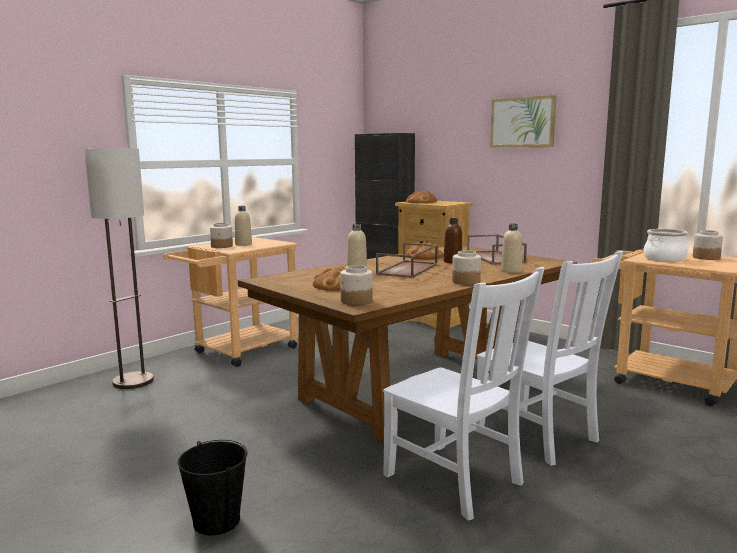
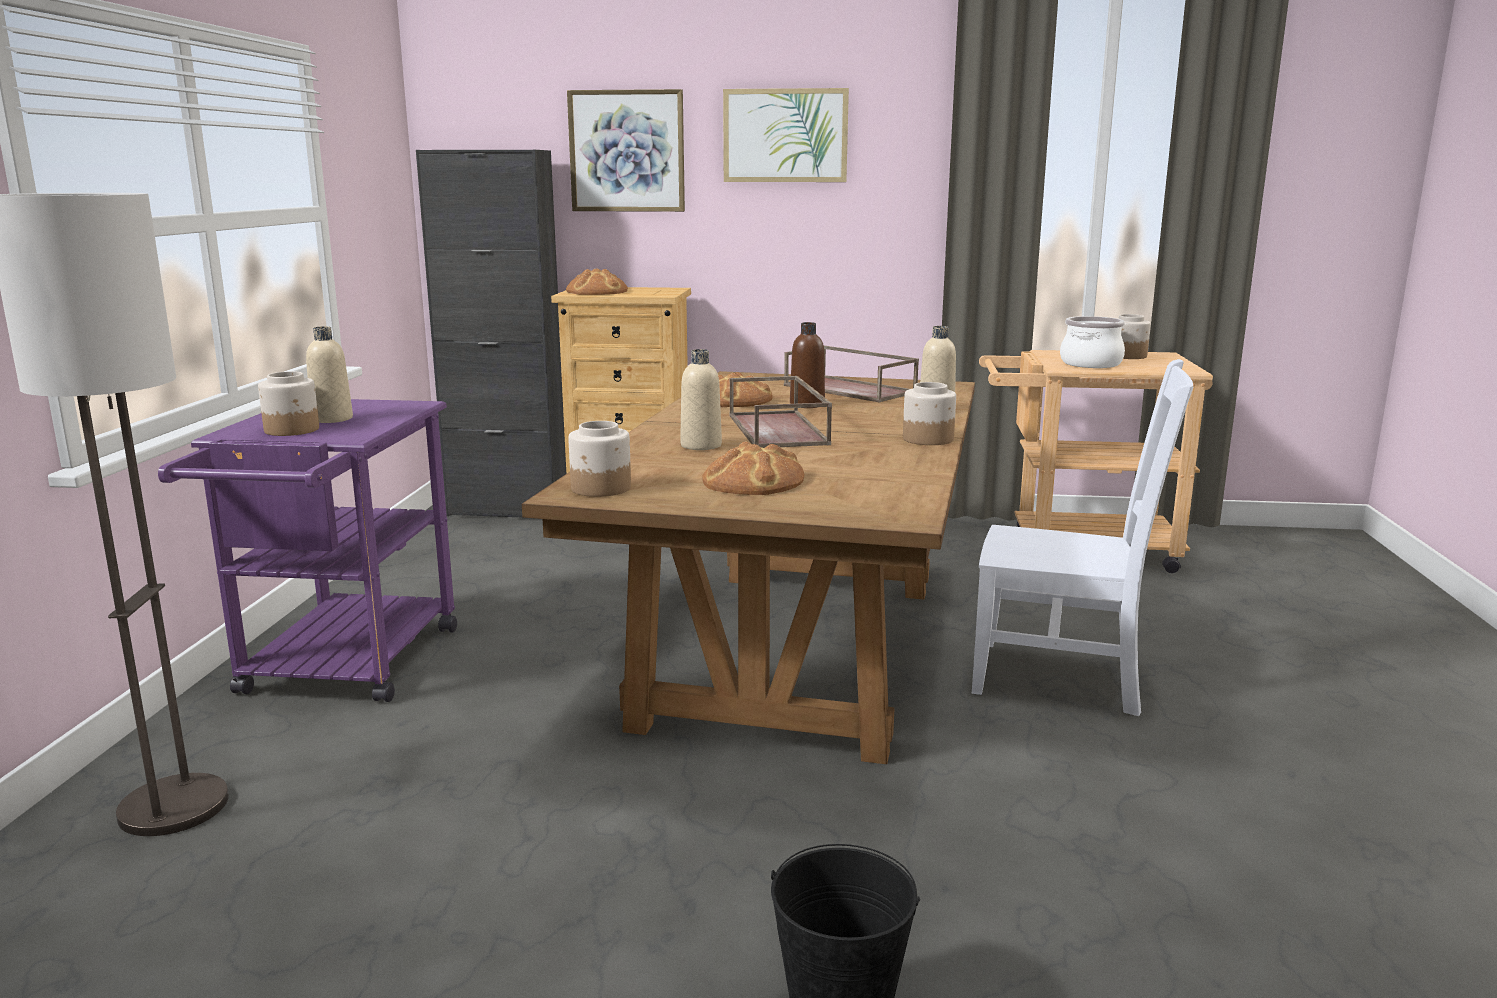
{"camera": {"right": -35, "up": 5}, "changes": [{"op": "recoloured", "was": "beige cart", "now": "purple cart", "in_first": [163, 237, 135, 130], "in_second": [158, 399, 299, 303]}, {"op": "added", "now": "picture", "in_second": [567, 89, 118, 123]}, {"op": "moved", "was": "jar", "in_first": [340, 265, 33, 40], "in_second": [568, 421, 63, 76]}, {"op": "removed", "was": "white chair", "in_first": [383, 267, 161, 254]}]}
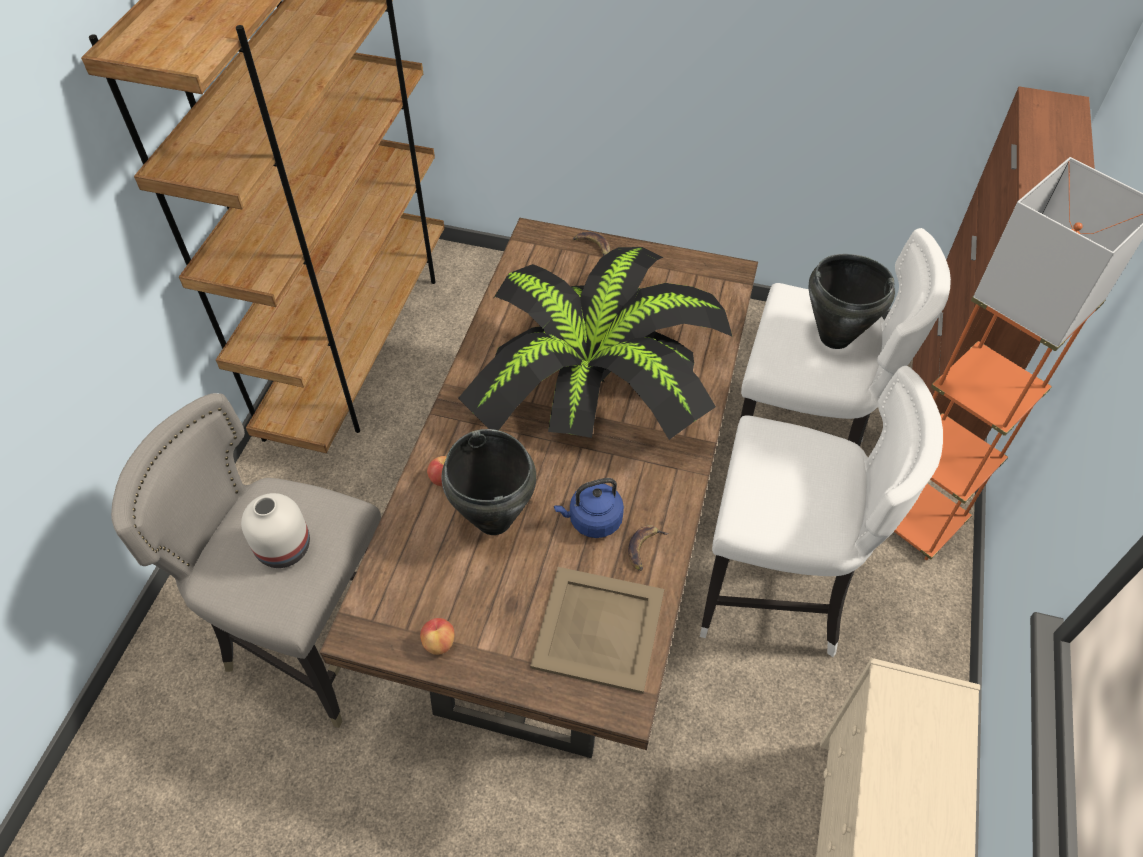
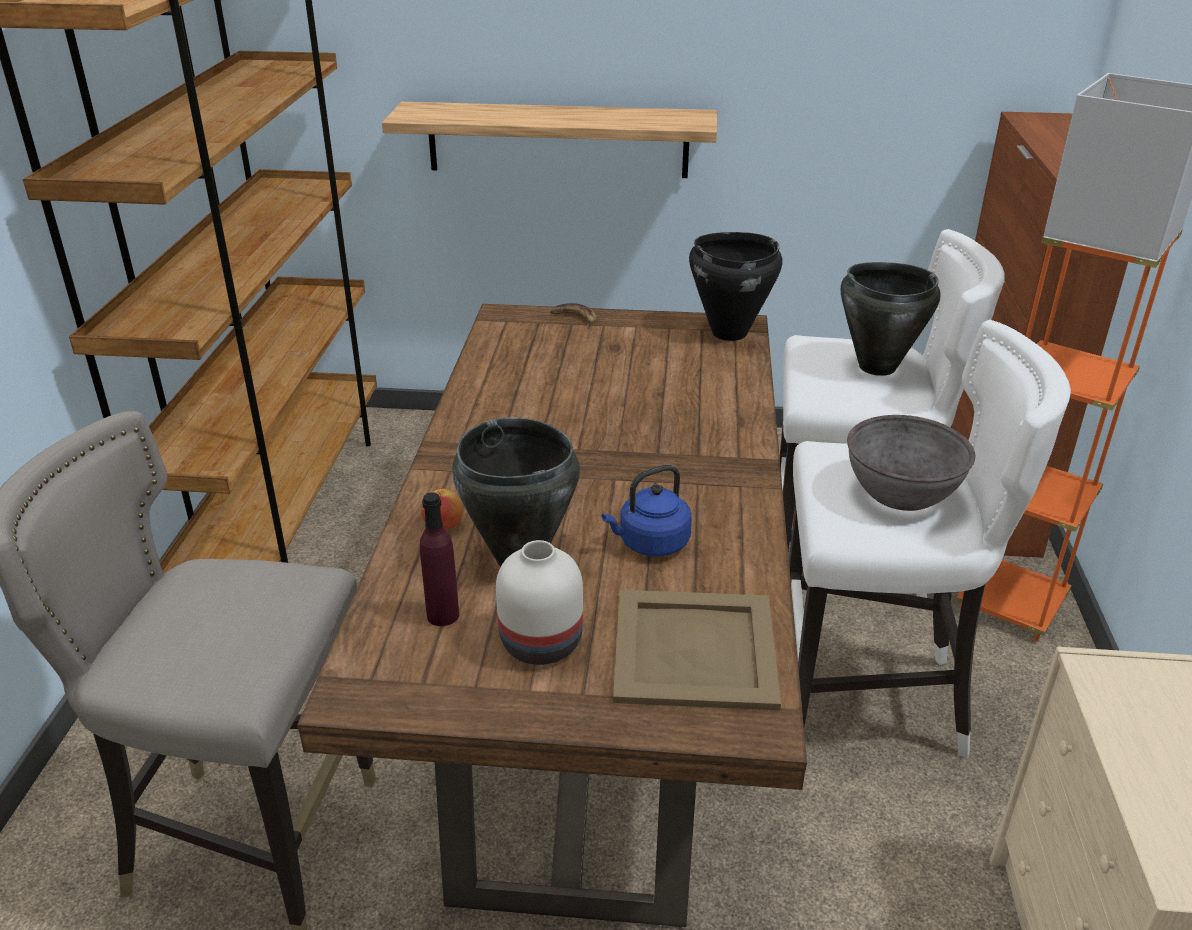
{"camera": {"right": -10, "up": -20}, "changes": [{"op": "added", "now": "shelf", "in_second": [382, 102, 335, 76]}, {"op": "added", "now": "purple bottle", "in_second": [420, 493, 39, 133]}, {"op": "moved", "was": "white vase", "in_first": [241, 493, 69, 75], "in_second": [496, 540, 87, 125]}, {"op": "added", "now": "black cooking pot", "in_second": [689, 232, 93, 109]}, {"op": "added", "now": "grey bowl", "in_second": [847, 415, 128, 96]}, {"op": "removed", "was": "apple", "in_first": [420, 618, 34, 37]}, {"op": "removed", "was": "potted plant", "in_first": [458, 247, 275, 193]}, {"op": "removed", "was": "banana", "in_first": [628, 525, 41, 46]}]}
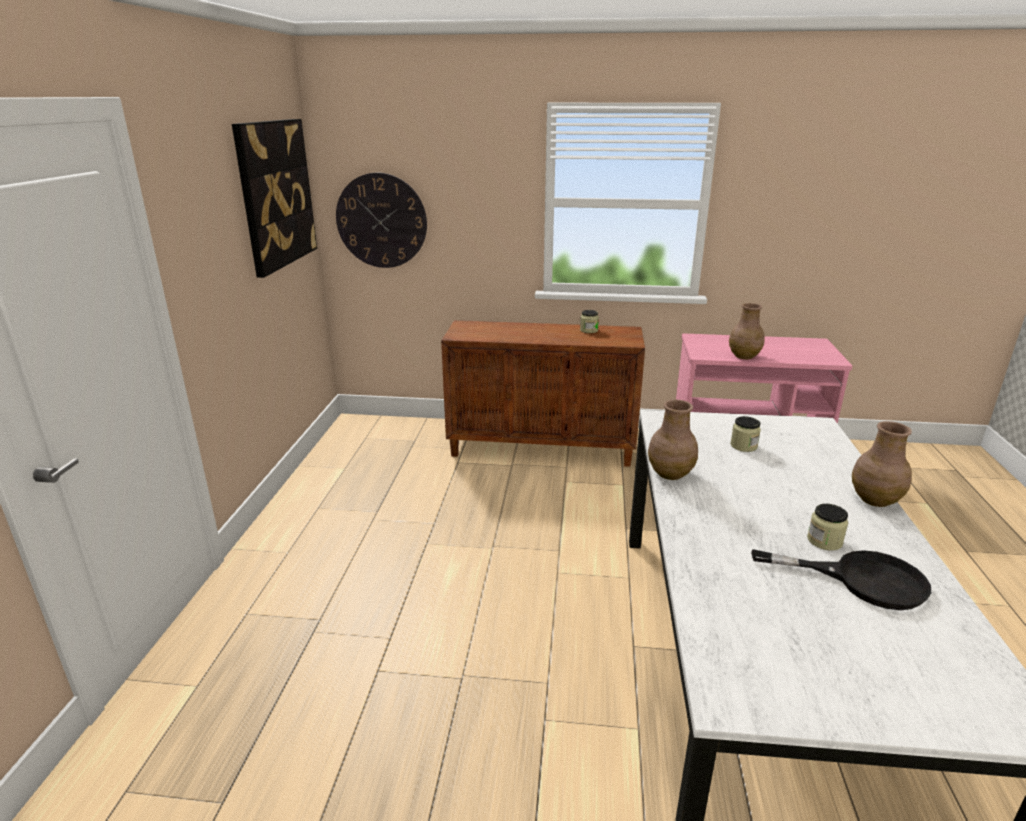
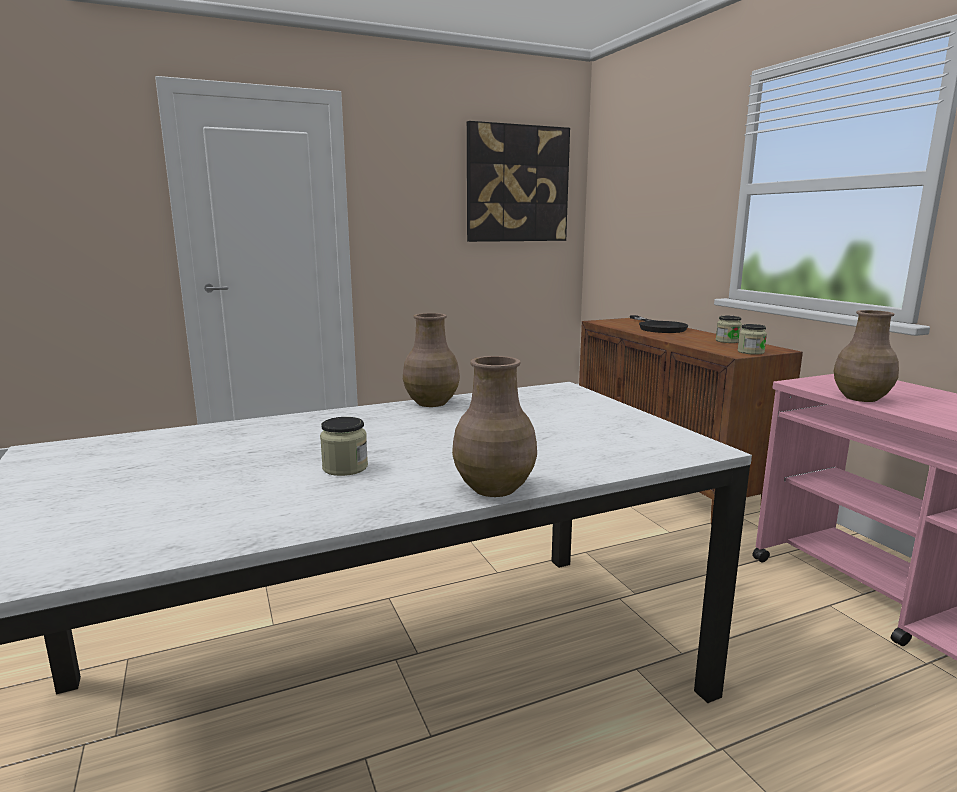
{"camera": {"right": 60, "up": -10}, "changes": [{"op": "moved", "was": "black frying pan", "in_first": [751, 549, 180, 61], "in_second": [630, 315, 58, 18]}, {"op": "moved", "was": "jar", "in_first": [730, 416, 31, 36], "in_second": [738, 324, 29, 31]}, {"op": "removed", "was": "wall clock", "in_first": [336, 173, 91, 95]}]}
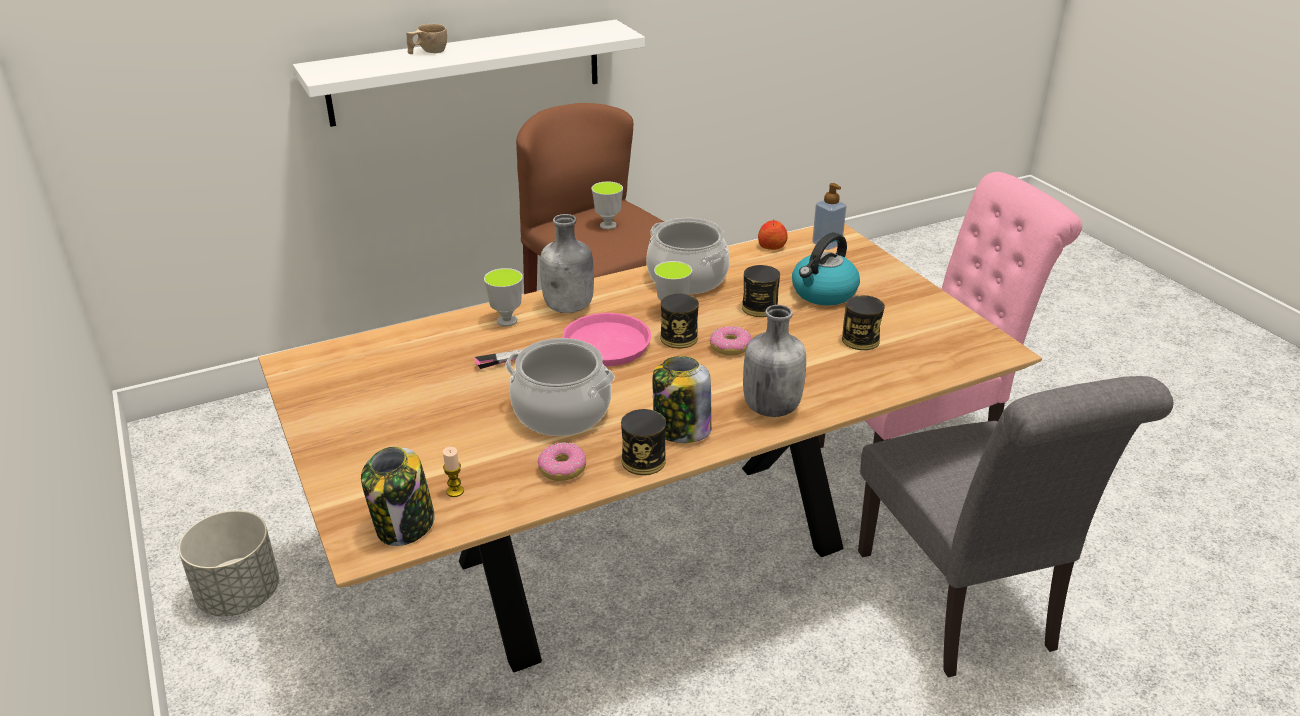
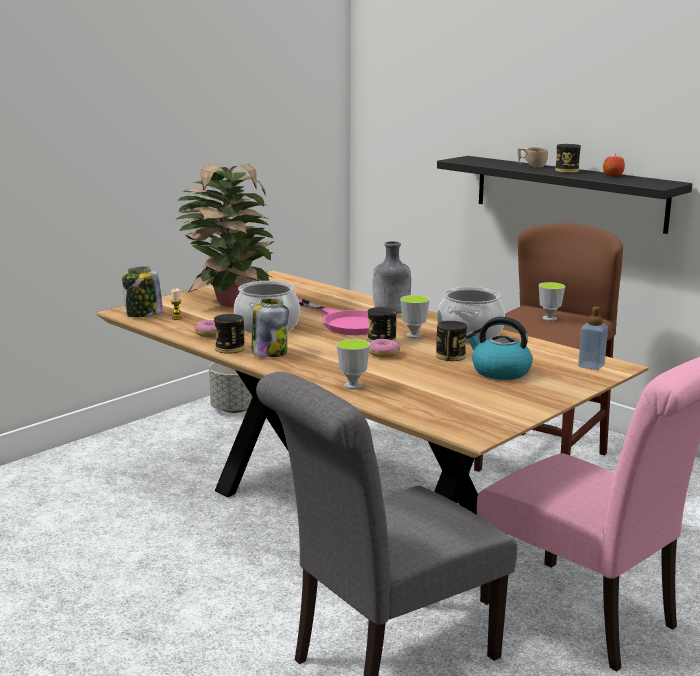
{"camera": {"right": 70, "up": -15}, "changes": [{"op": "added", "now": "potted plant", "in_second": [176, 164, 98, 143]}, {"op": "moved", "was": "cup", "in_first": [484, 268, 39, 58], "in_second": [336, 339, 34, 50]}, {"op": "recoloured", "was": "white shelf", "now": "black shelf", "in_first": [293, 20, 352, 107], "in_second": [437, 156, 255, 78]}, {"op": "moved", "was": "can", "in_first": [842, 295, 43, 55], "in_second": [555, 144, 26, 29]}, {"op": "moved", "was": "apple", "in_first": [758, 220, 30, 30], "in_second": [603, 153, 22, 23]}, {"op": "removed", "was": "grey bottle", "in_first": [743, 305, 63, 112]}]}
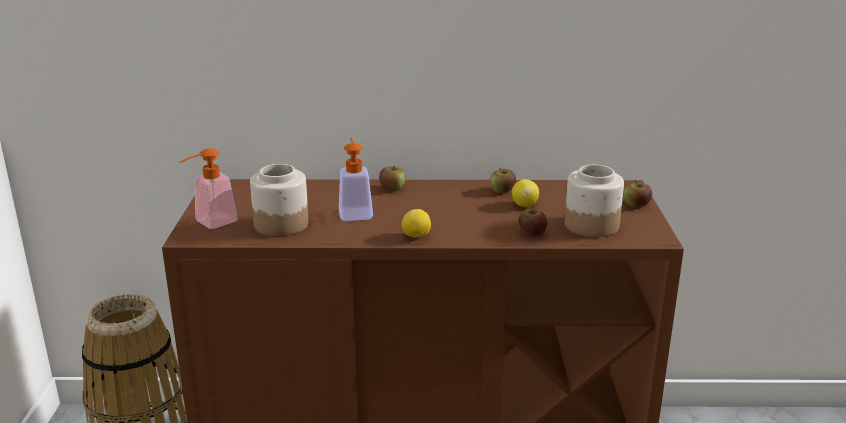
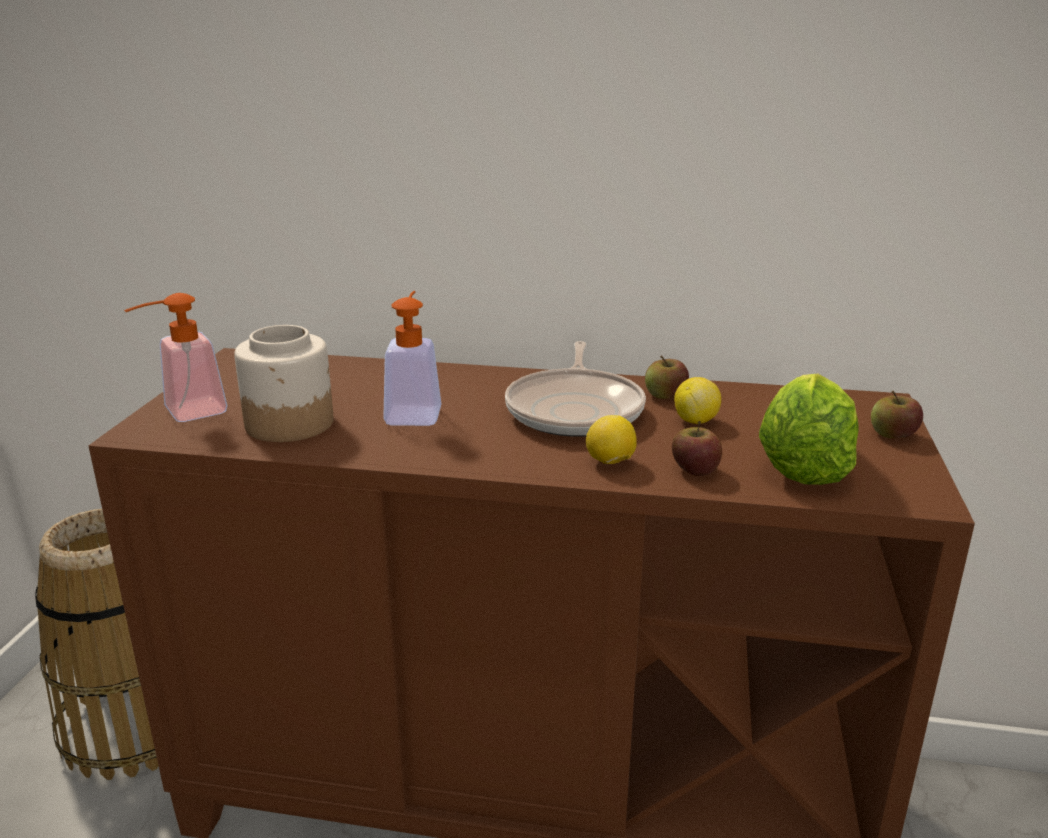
{"camera": {"right": 10, "up": 0}, "changes": [{"op": "added", "now": "frying pan", "in_second": [505, 341, 141, 96]}, {"op": "moved", "was": "lemon", "in_first": [401, 209, 30, 29], "in_second": [586, 415, 51, 49]}, {"op": "replaced", "was": "jar", "now": "lettuce", "in_first": [565, 165, 59, 72], "in_second": [759, 374, 100, 111]}, {"op": "removed", "was": "apple", "in_first": [379, 166, 27, 25]}]}
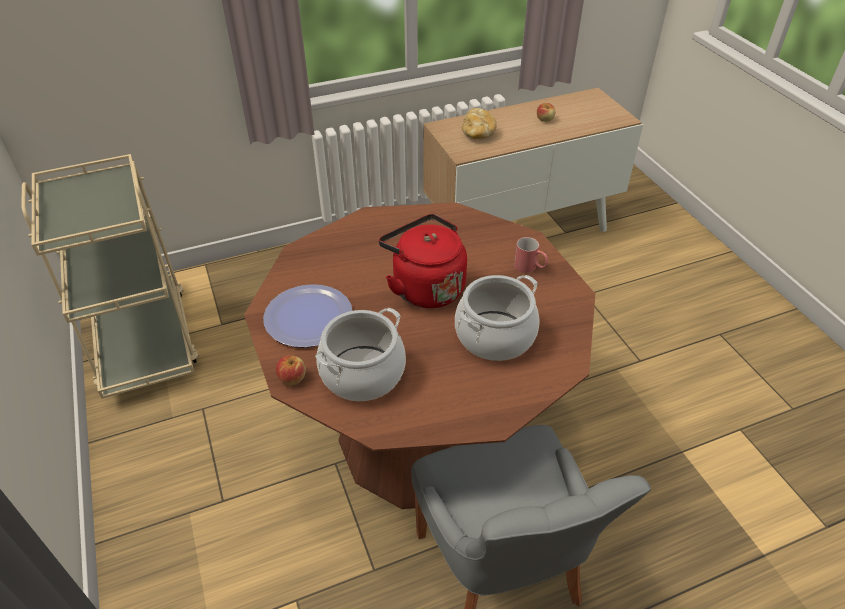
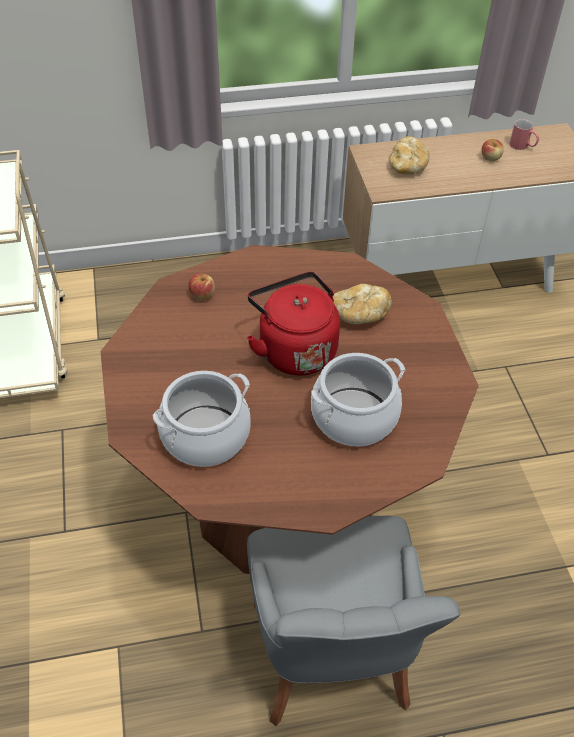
{"camera": {"right": 10, "up": 5}, "changes": [{"op": "moved", "was": "apple", "in_first": [276, 356, 30, 30], "in_second": [188, 273, 27, 27]}, {"op": "added", "now": "bread", "in_second": [333, 284, 59, 40]}, {"op": "moved", "was": "red mug", "in_first": [514, 237, 35, 36], "in_second": [510, 119, 29, 31]}, {"op": "removed", "was": "plate", "in_first": [263, 284, 89, 64]}]}
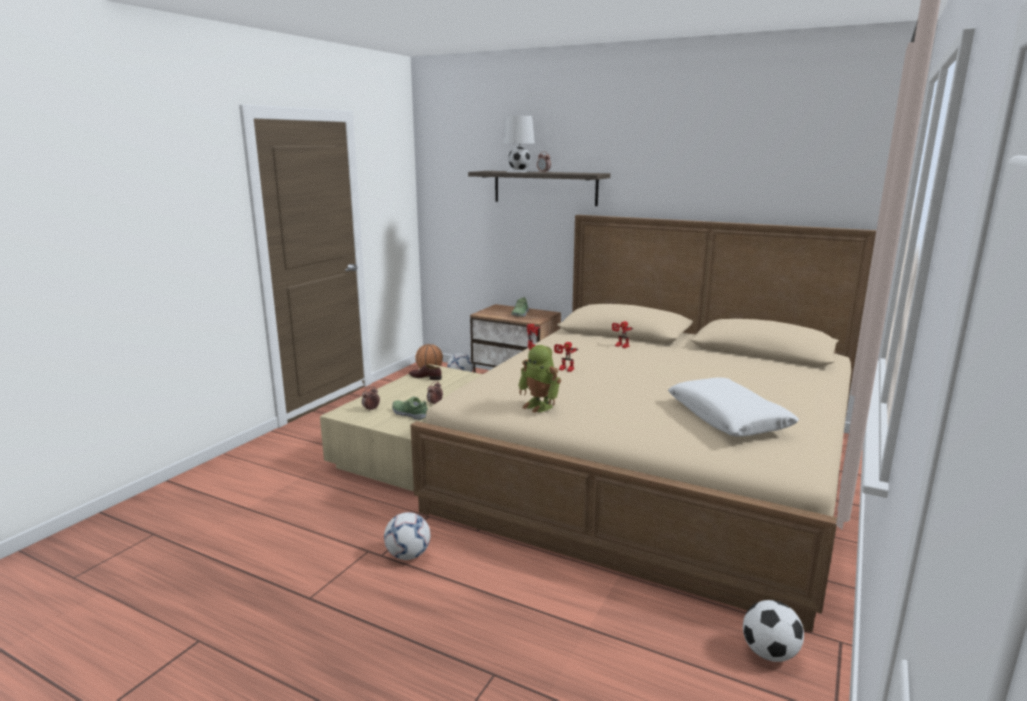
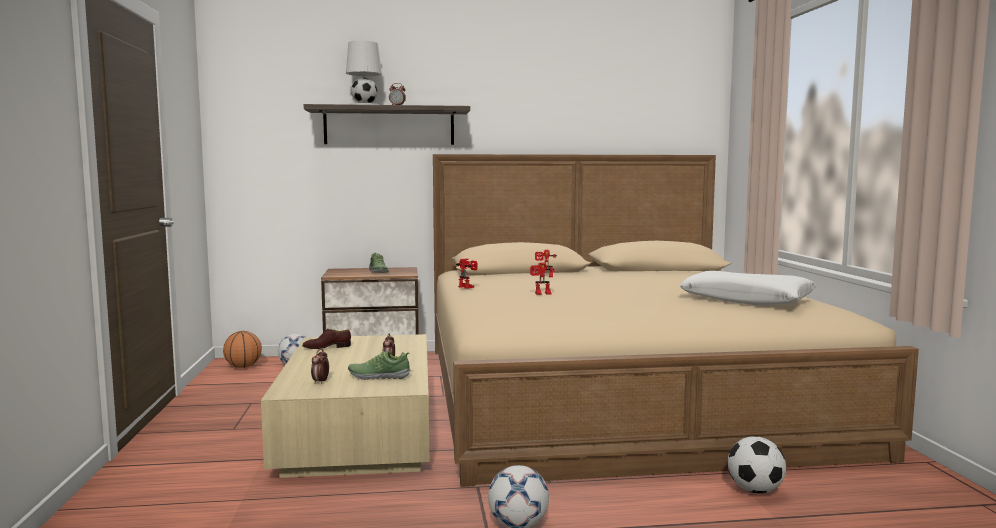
{"camera": {"right": -35, "up": -10}, "changes": [{"op": "moved", "was": "football", "in_first": [743, 600, 61, 62], "in_second": [728, 436, 58, 57]}, {"op": "removed", "was": "toy robot", "in_first": [518, 345, 43, 68]}]}
